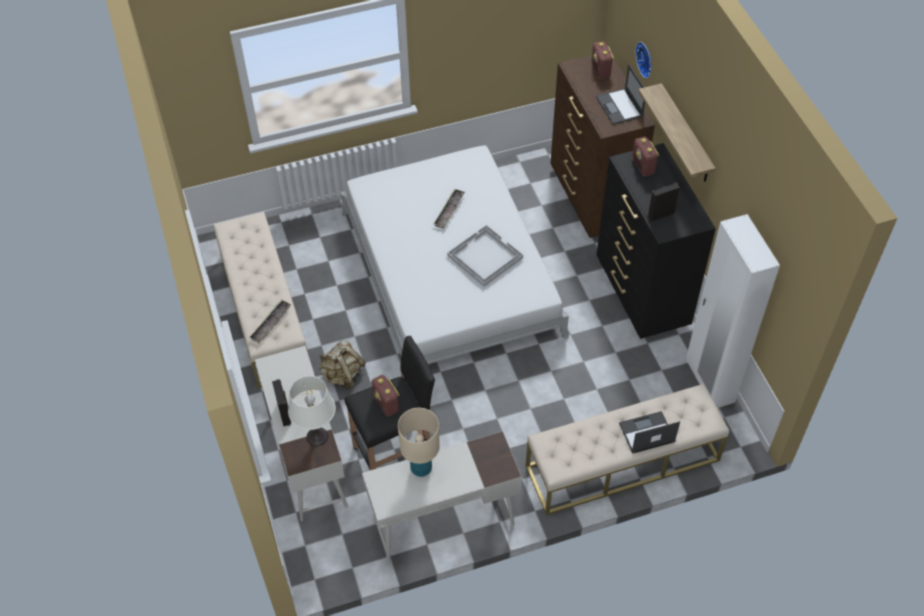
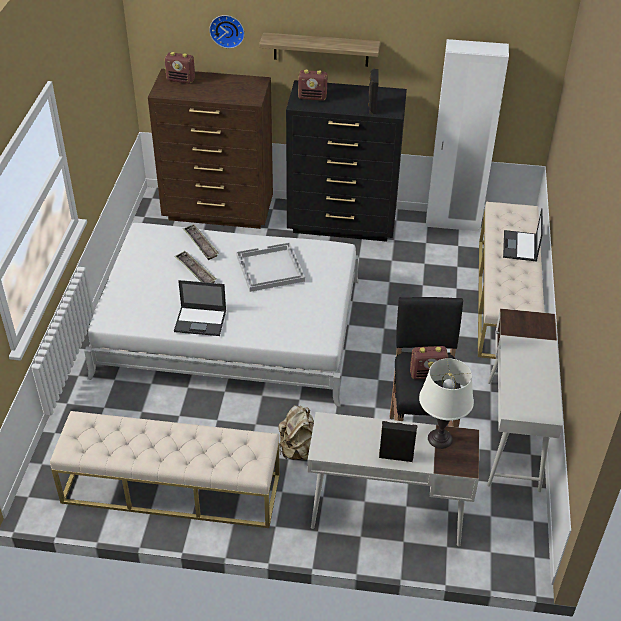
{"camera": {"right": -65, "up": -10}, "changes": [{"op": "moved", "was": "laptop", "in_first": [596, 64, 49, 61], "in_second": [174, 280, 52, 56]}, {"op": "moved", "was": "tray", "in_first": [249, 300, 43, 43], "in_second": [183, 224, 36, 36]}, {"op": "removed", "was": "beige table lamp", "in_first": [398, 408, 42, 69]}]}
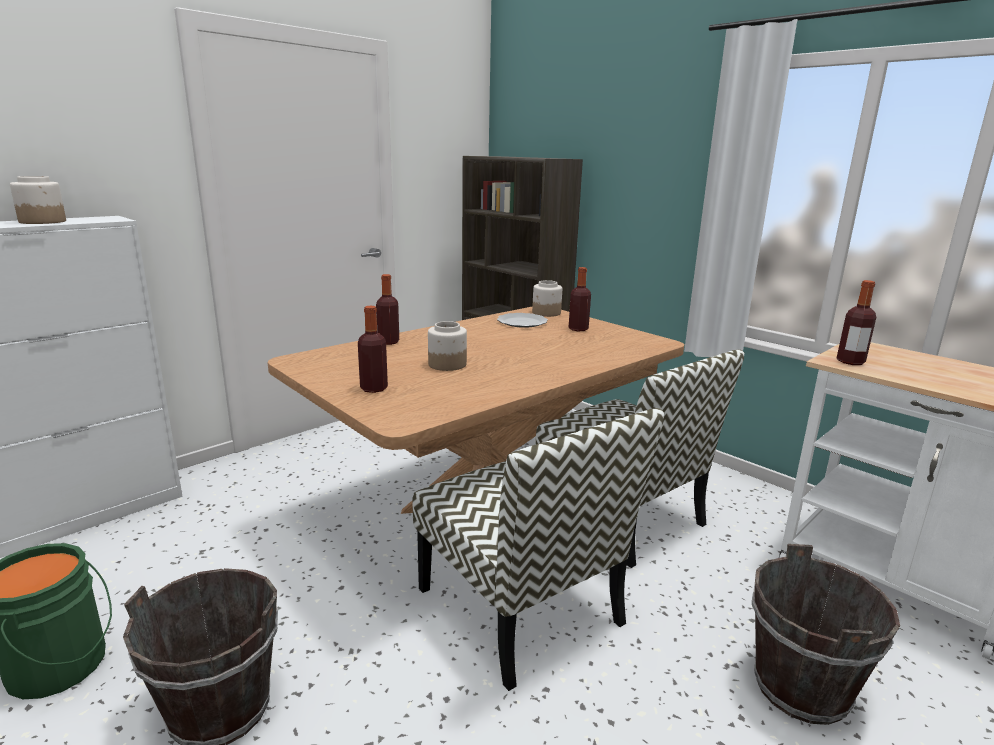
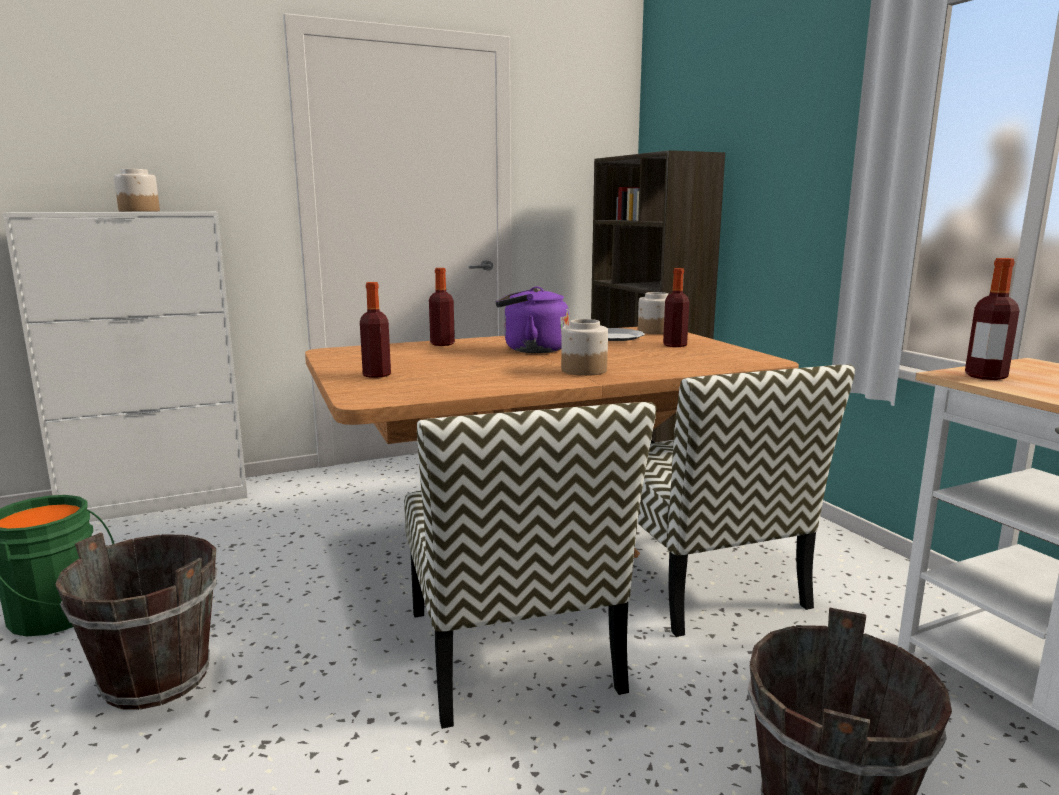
{"camera": {"right": 20, "up": -5}, "changes": [{"op": "added", "now": "purple kettle", "in_second": [496, 286, 73, 67]}, {"op": "moved", "was": "jar", "in_first": [428, 321, 39, 50], "in_second": [561, 319, 47, 57]}]}
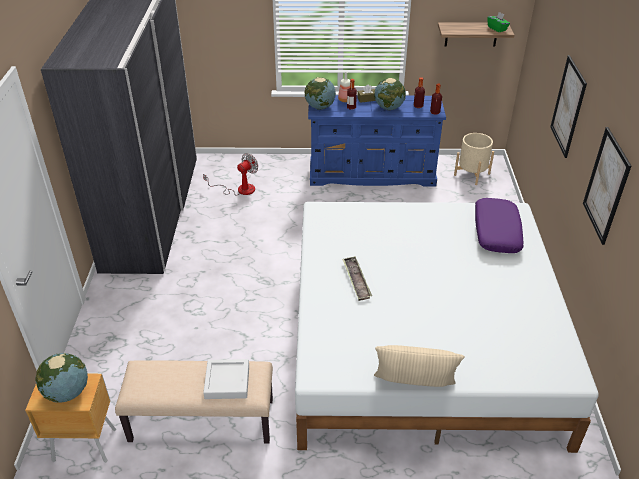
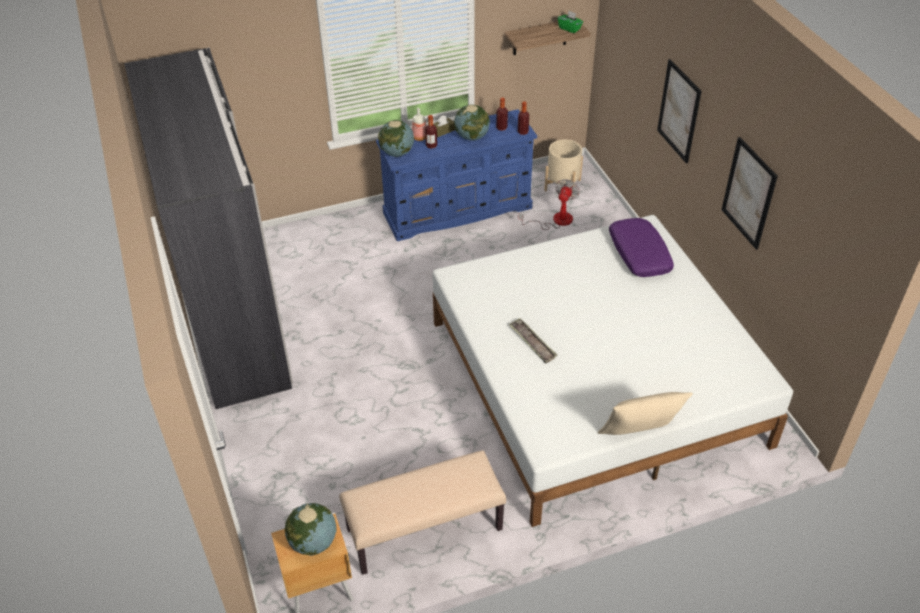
{"camera": {"right": -20, "up": 5}, "changes": [{"op": "moved", "was": "fan", "in_first": [203, 153, 55, 43], "in_second": [519, 179, 61, 51]}, {"op": "removed", "was": "grey tray", "in_first": [203, 359, 46, 40]}]}
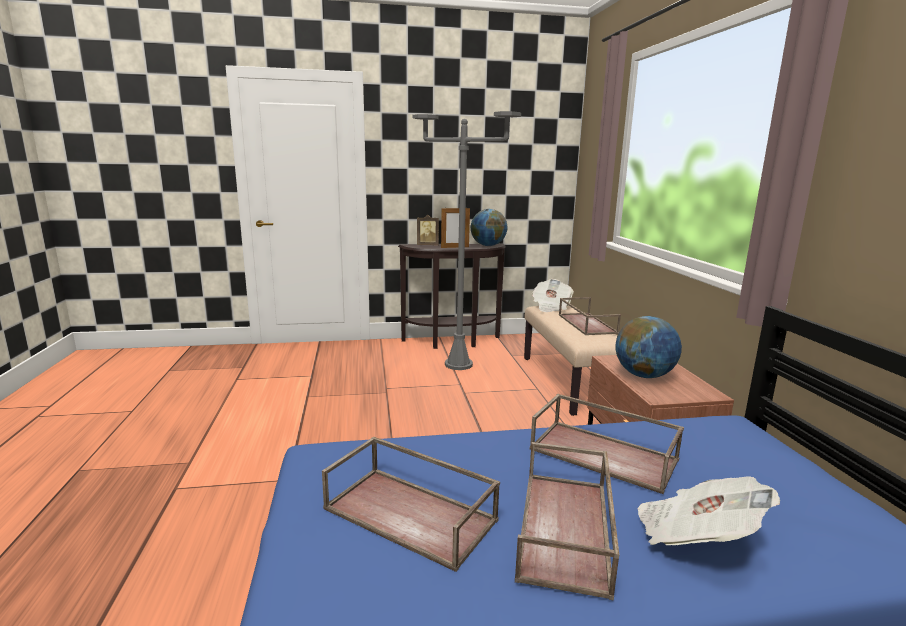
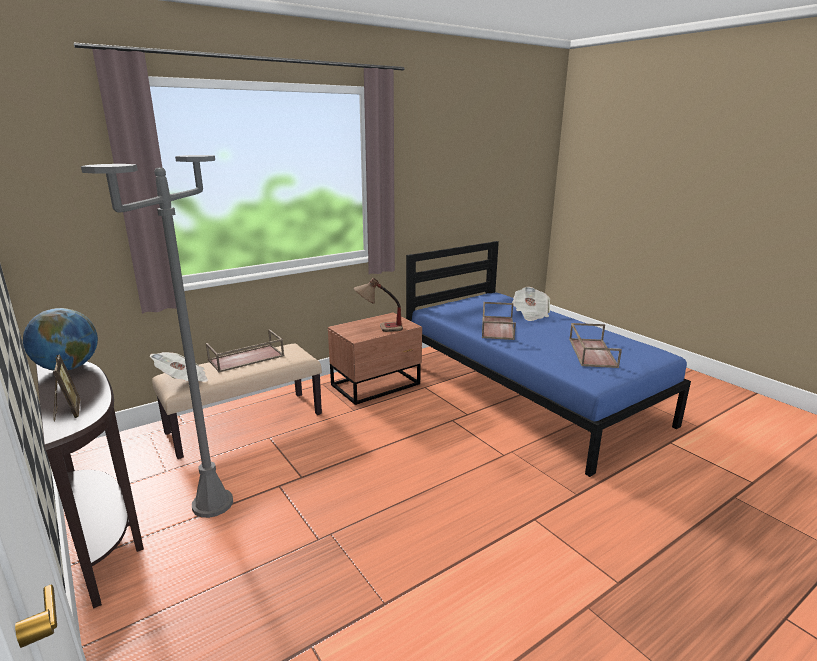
{"camera": {"right": -115, "up": 5}, "changes": [{"op": "replaced", "was": "globe", "now": "table lamp", "in_first": [616, 316, 66, 62], "in_second": [354, 278, 49, 54]}, {"op": "removed", "was": "picture frame", "in_first": [441, 207, 29, 41]}, {"op": "removed", "was": "brown tray", "in_first": [515, 442, 104, 159]}]}
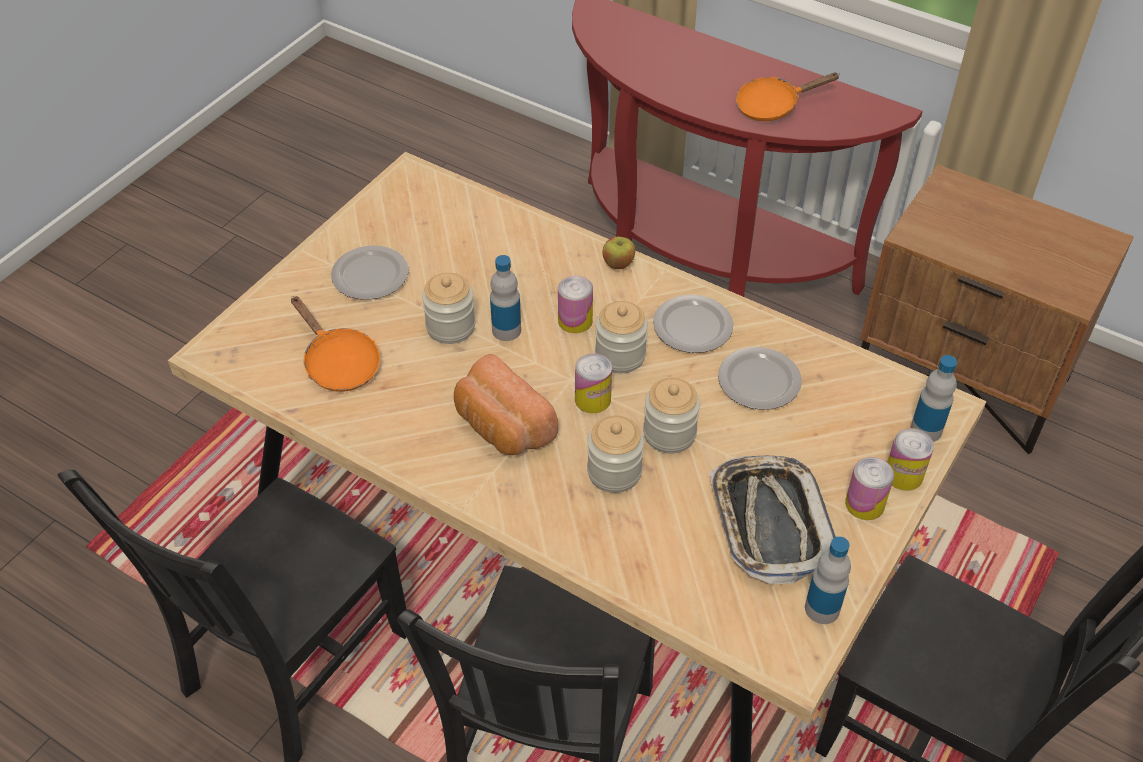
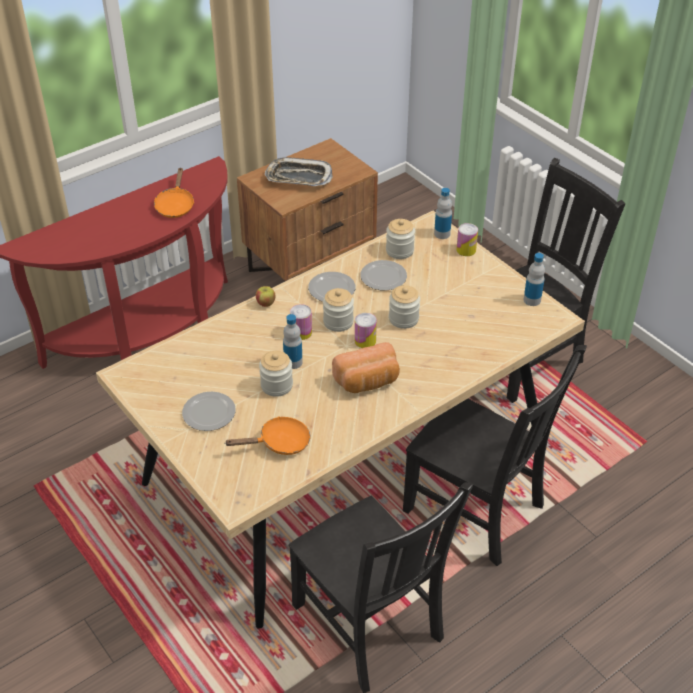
{"camera": {"right": -70, "up": -5}, "changes": [{"op": "moved", "was": "tray", "in_first": [709, 456, 127, 128], "in_second": [265, 157, 68, 29]}, {"op": "moved", "was": "jar", "in_first": [587, 416, 57, 77], "in_second": [386, 219, 29, 40]}, {"op": "removed", "was": "can", "in_first": [845, 457, 49, 63]}]}
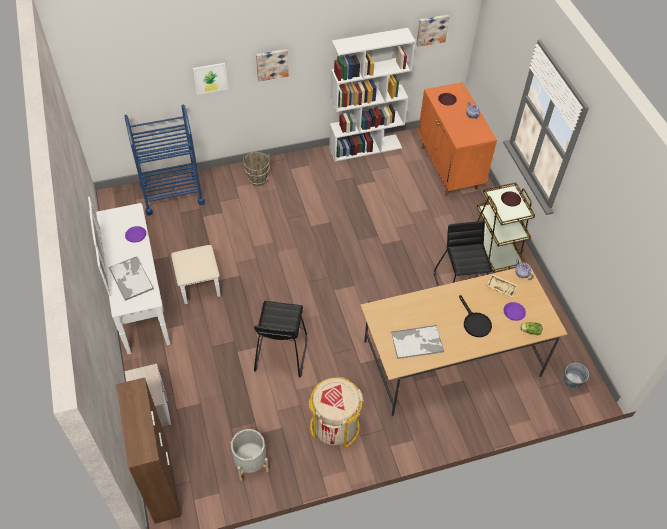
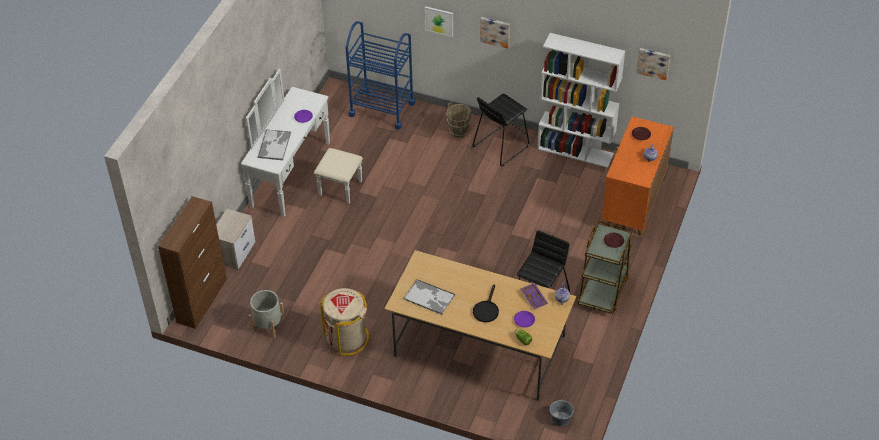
{"camera": {"right": 40, "up": -5}, "changes": [{"op": "moved", "was": "black stool", "in_first": [254, 301, 53, 76], "in_second": [472, 94, 57, 72]}, {"op": "recoloured", "was": "beige tray", "now": "purple tray", "in_first": [486, 273, 32, 25], "in_second": [521, 283, 27, 27]}]}
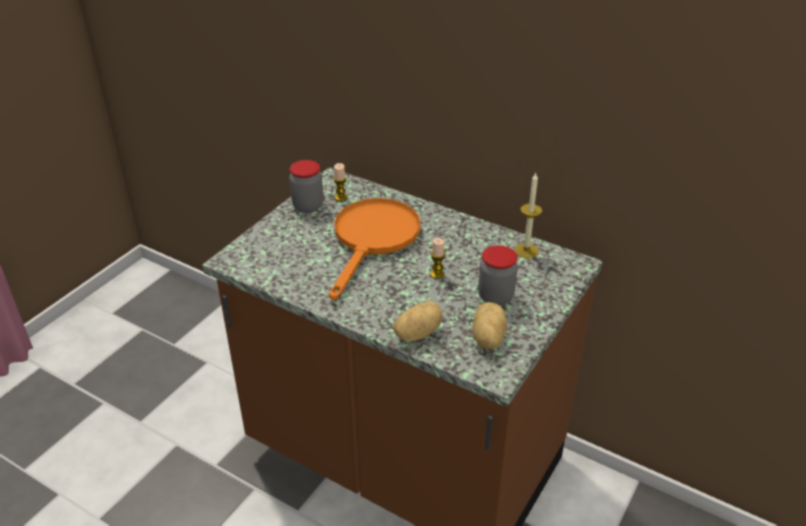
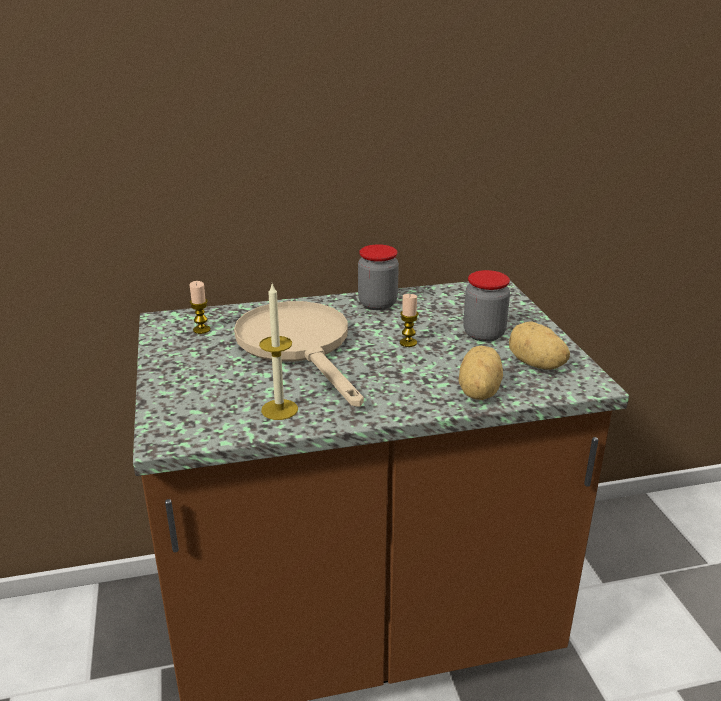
{"camera": {"right": -45, "up": -10}, "changes": [{"op": "recoloured", "was": "orange frying pan", "now": "beige frying pan", "in_first": [329, 198, 92, 102], "in_second": [234, 301, 130, 106]}, {"op": "moved", "was": "candle", "in_first": [514, 173, 28, 85], "in_second": [259, 284, 39, 136]}, {"op": "moved", "was": "jar", "in_first": [289, 160, 34, 53], "in_second": [358, 244, 41, 66]}]}
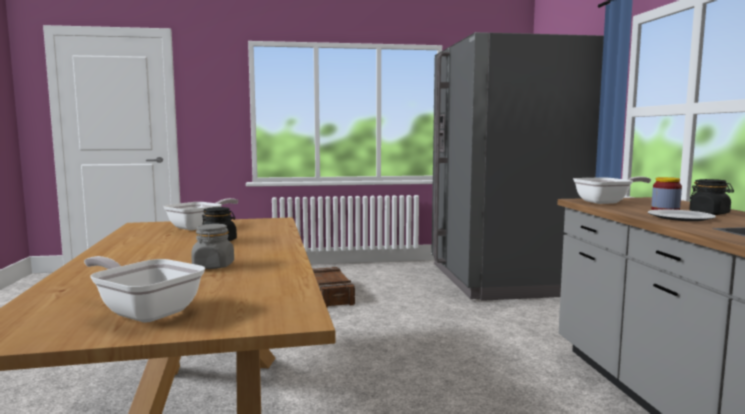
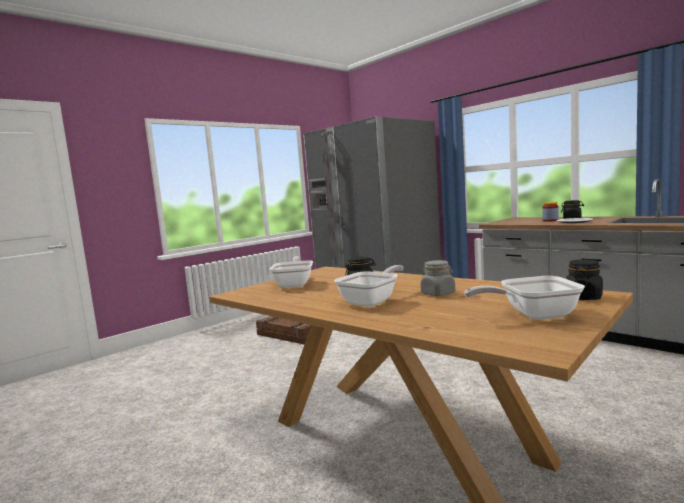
{"camera": {"right": -35, "up": 0}, "changes": [{"op": "moved", "was": "frying pan", "in_first": [573, 176, 78, 28], "in_second": [334, 265, 70, 42]}, {"op": "added", "now": "black jar", "in_second": [566, 259, 37, 41]}]}
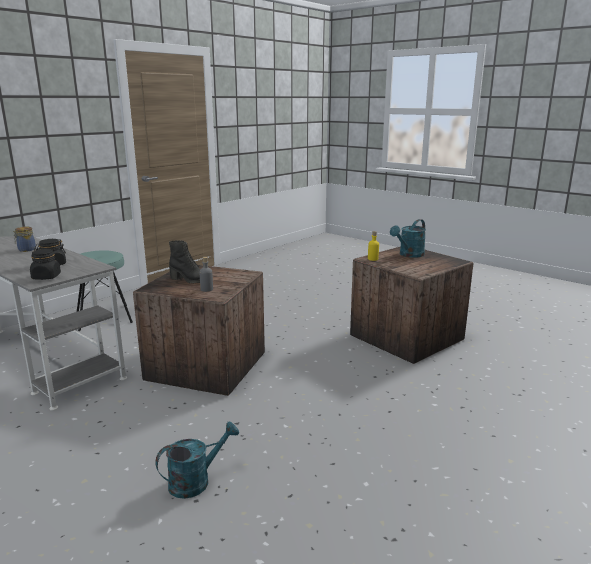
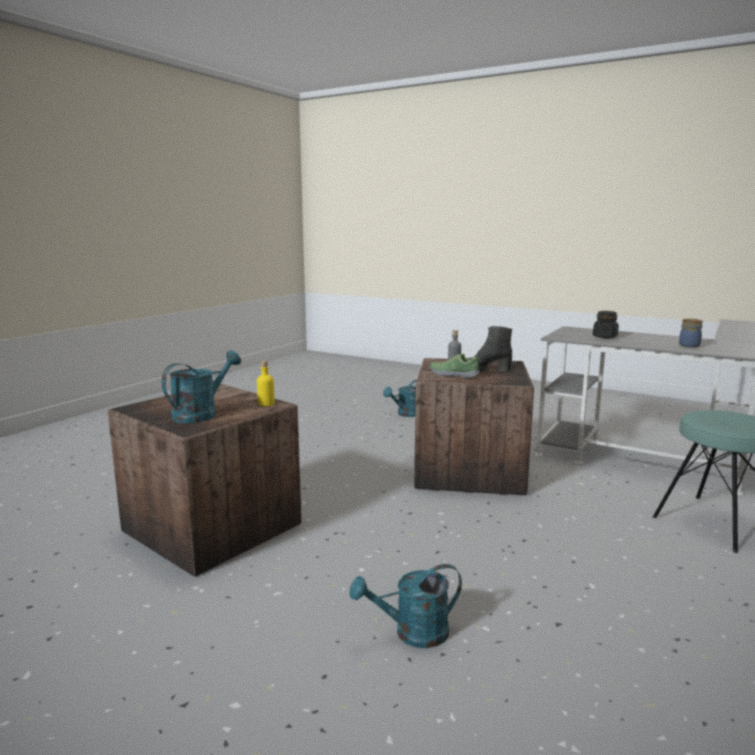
{"camera": {"right": 170, "up": -5}, "changes": [{"op": "added", "now": "turquoise watering can", "in_second": [350, 564, 112, 84]}, {"op": "added", "now": "shoe", "in_second": [430, 354, 50, 24]}, {"op": "removed", "was": "black jar", "in_first": [30, 249, 31, 31]}]}
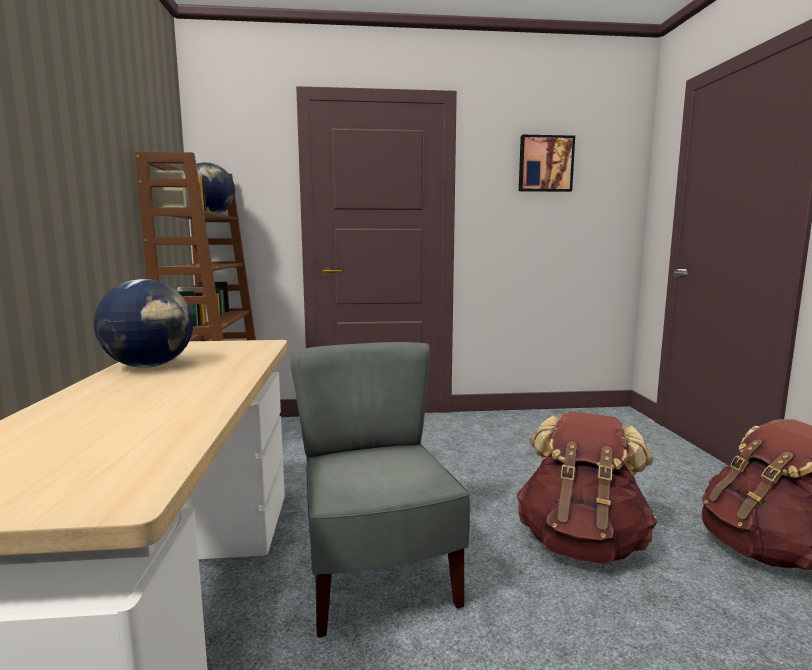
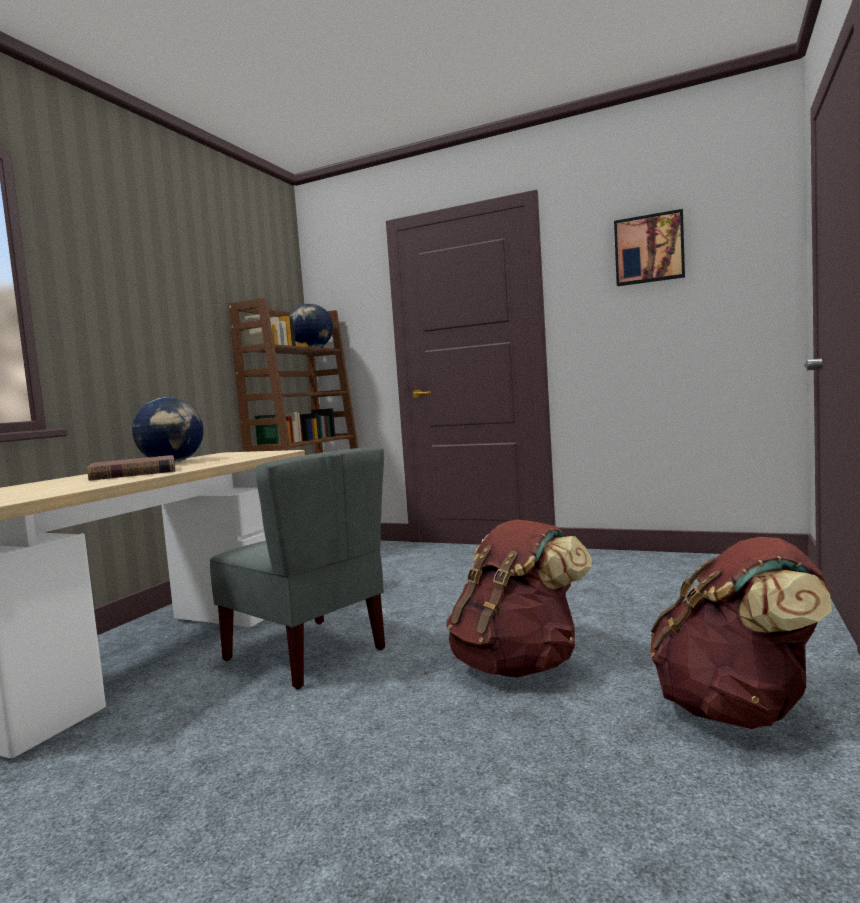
{"camera": {"right": 30, "up": -5}, "changes": [{"op": "added", "now": "brown book", "in_second": [87, 455, 88, 25]}, {"op": "turned", "was": "grey chair", "in_first": [289, 342, 181, 296], "in_second": [210, 447, 175, 242], "clockwise": 120}]}
